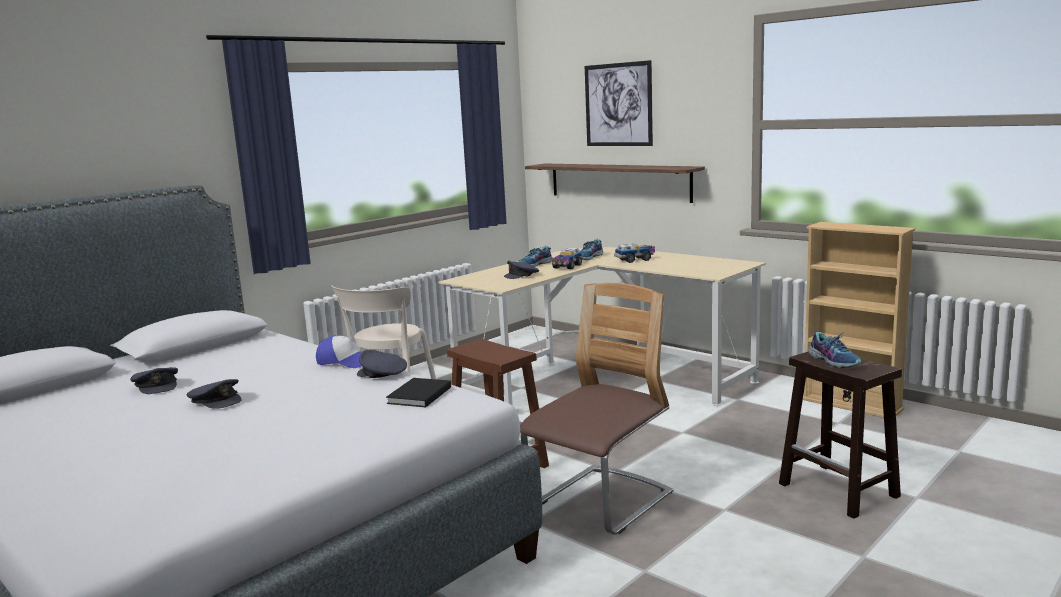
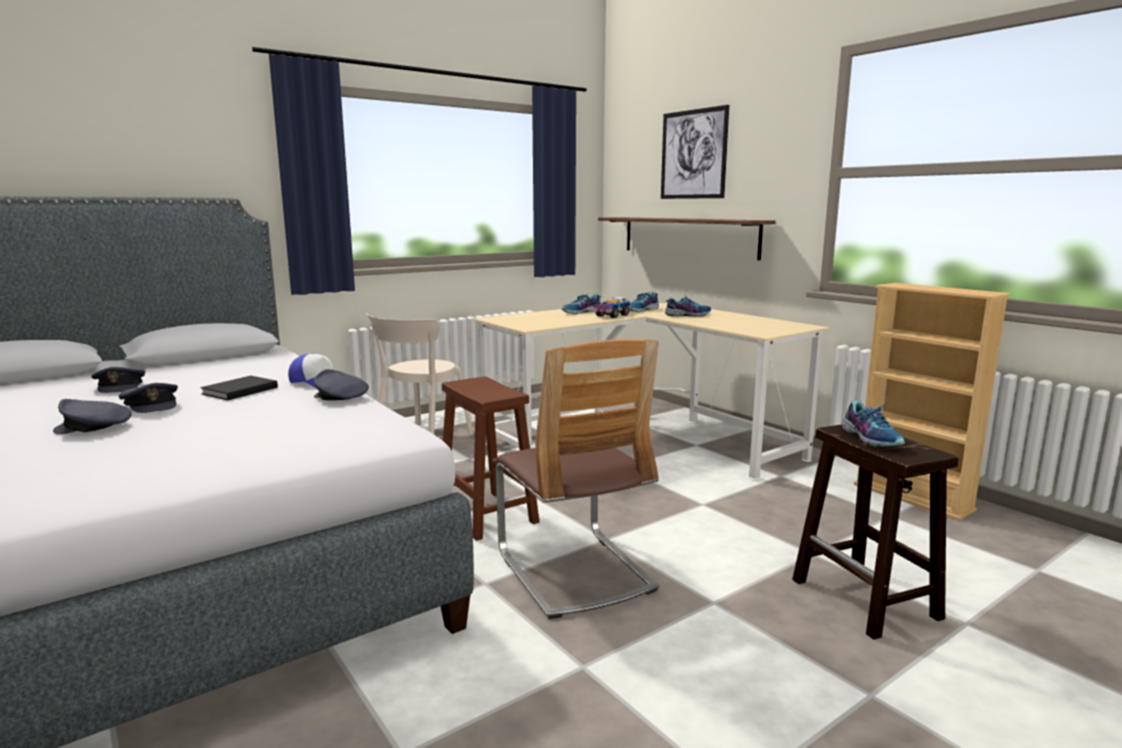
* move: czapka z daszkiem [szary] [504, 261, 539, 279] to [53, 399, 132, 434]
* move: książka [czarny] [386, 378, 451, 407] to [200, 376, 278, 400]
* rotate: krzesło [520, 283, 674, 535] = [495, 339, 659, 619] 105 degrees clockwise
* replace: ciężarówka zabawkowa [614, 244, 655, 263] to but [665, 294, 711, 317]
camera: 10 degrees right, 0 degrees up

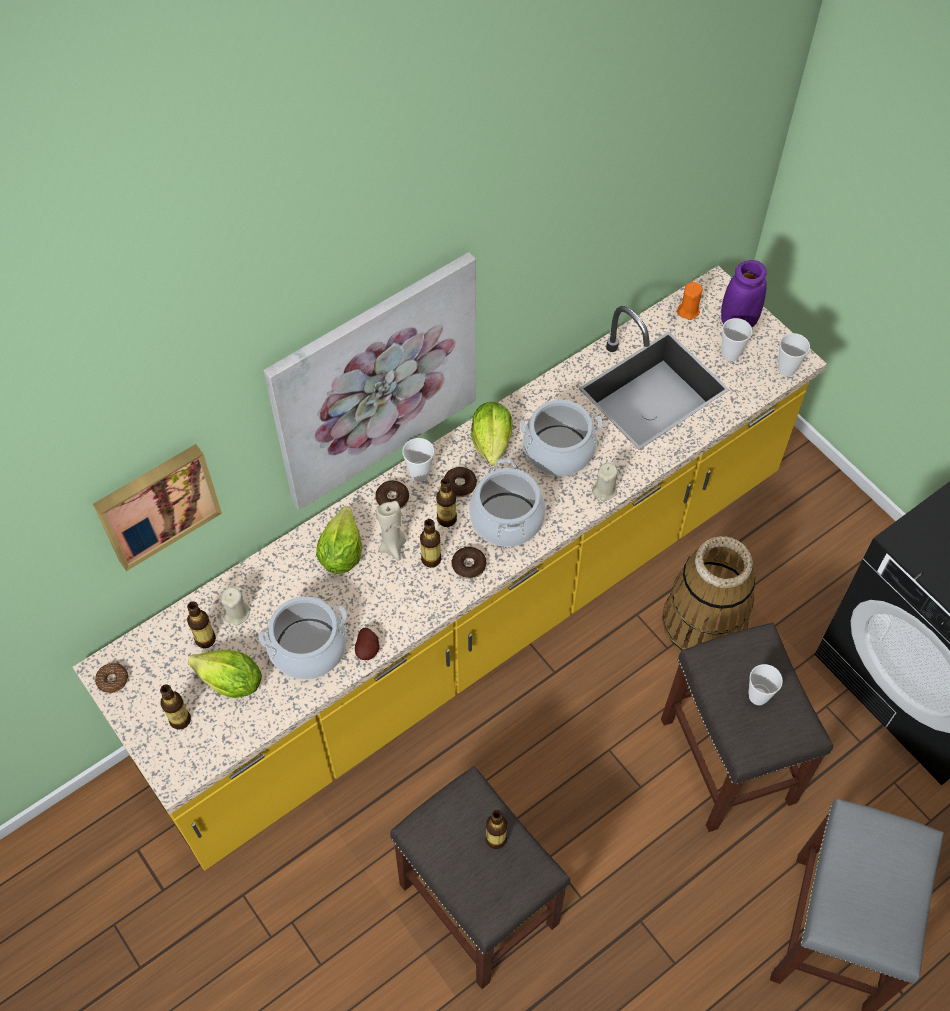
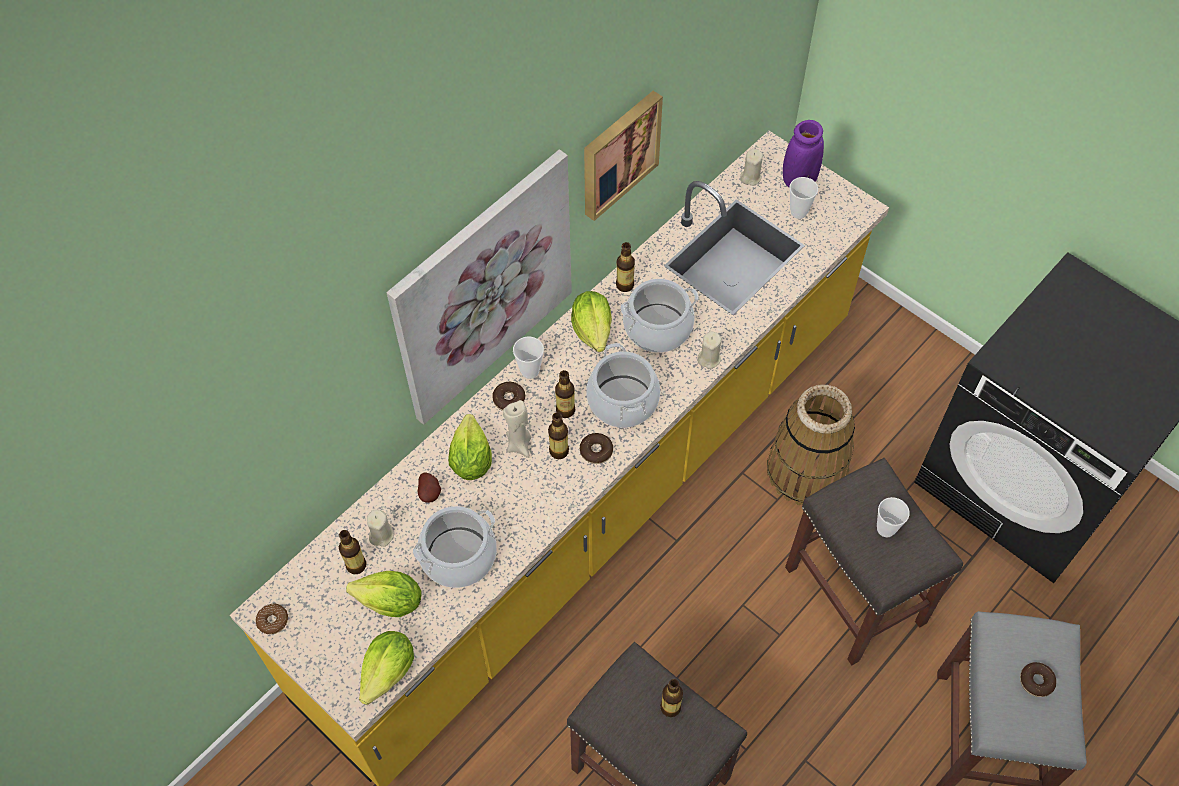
* insert: sałata [359, 631, 414, 705]
* move: ziemniak [355, 628, 380, 660] to [418, 472, 441, 503]
* move: obraz [93, 444, 222, 571] to [584, 91, 663, 221]
* move: butelka [160, 684, 191, 730] to [616, 242, 635, 292]
* recolor: świeca [pomarańczowy] [677, 282, 703, 320] to świeca [beżowy] [740, 149, 763, 186]
* move: donut [444, 467, 477, 497] to [1020, 662, 1056, 697]
* delete: filiżanka [778, 333, 810, 377]
camera: 10 degrees left, 0 degrees up

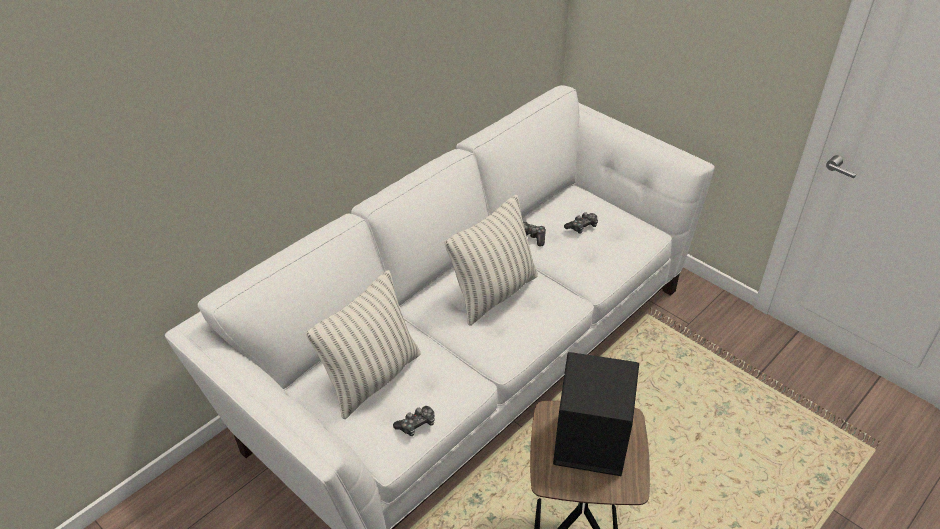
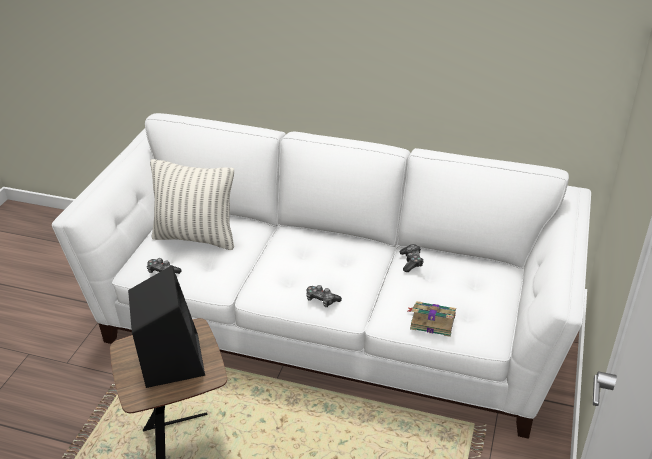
* move: pad do gier [564, 212, 598, 233] to [306, 285, 342, 307]
* insert: książka [408, 301, 456, 337]
* delete: poduszka [445, 195, 538, 326]
camera: 65 degrees right, 5 degrees down

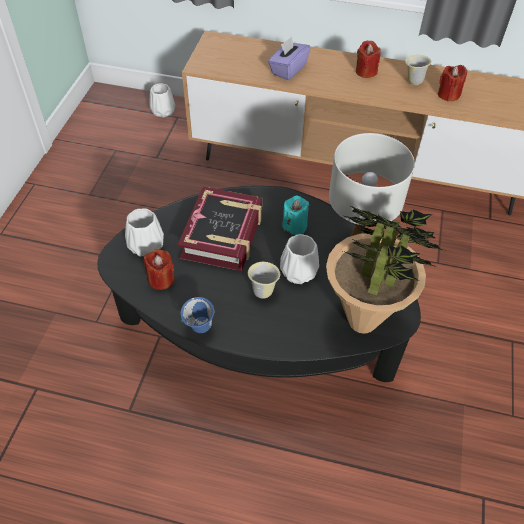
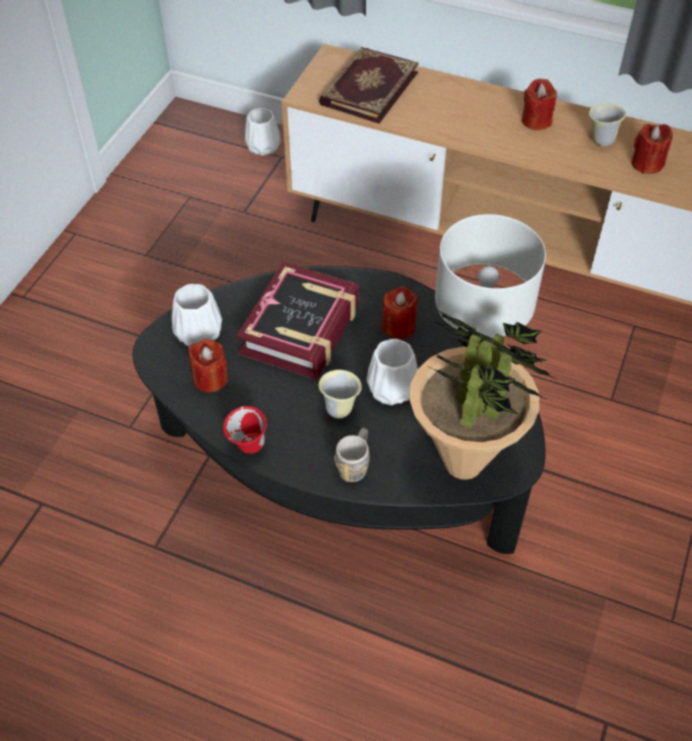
* recolor: kubek [niebieski] [180, 297, 214, 333] to kubek [czerwony] [223, 406, 267, 454]
* insert: książka [319, 47, 418, 124]
* insert: kubek [szary] [334, 428, 370, 482]
* recolor: świeca [turkusowy] [282, 196, 309, 235] to świeca [czerwony] [382, 286, 418, 339]
* delete: pudełko chusteczek [fioletowy] [268, 36, 310, 80]
camera: 10 degrees right, 0 degrees up

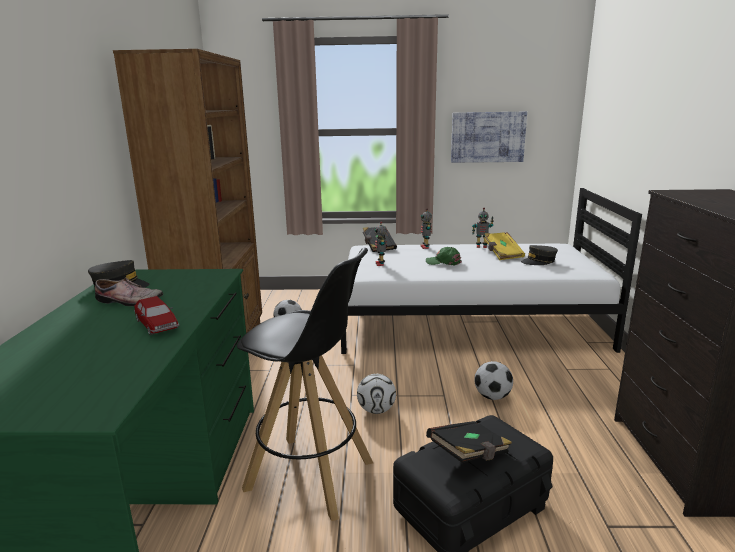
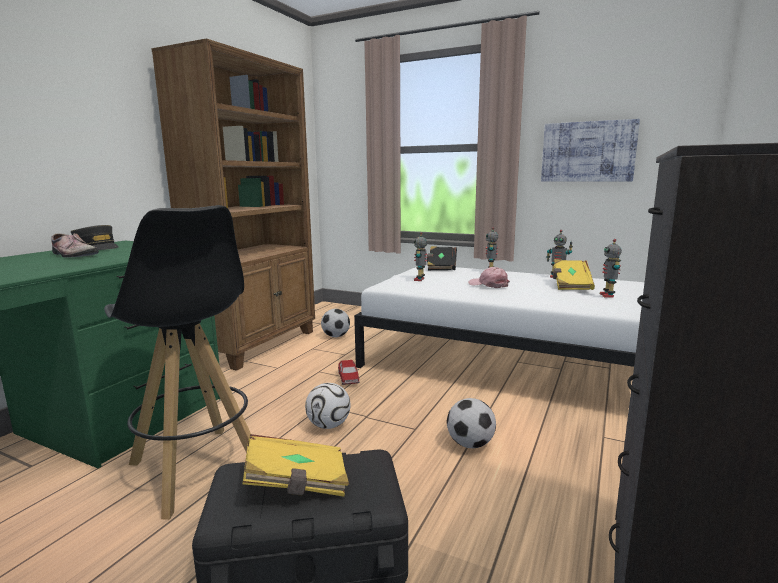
* recolor: książka [czarny] [426, 421, 512, 463] to książka [żółty] [243, 434, 349, 497]
* move: samochodzik [134, 296, 180, 335] to [338, 360, 360, 385]
* recolor: czapka z daszkiem [zielony] [426, 247, 462, 266] to czapka z daszkiem [różowy] [468, 267, 510, 288]
* replace: czapka z daszkiem [szary] [521, 245, 558, 265] to robot zabawkowy [600, 239, 622, 298]
camera: 25 degrees right, 5 degrees down

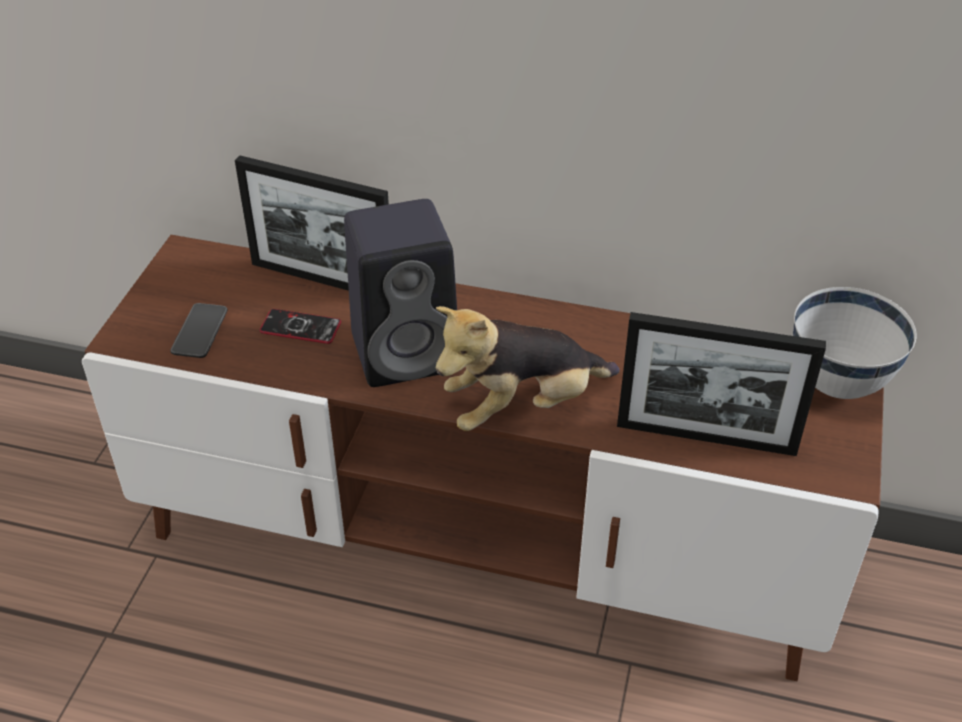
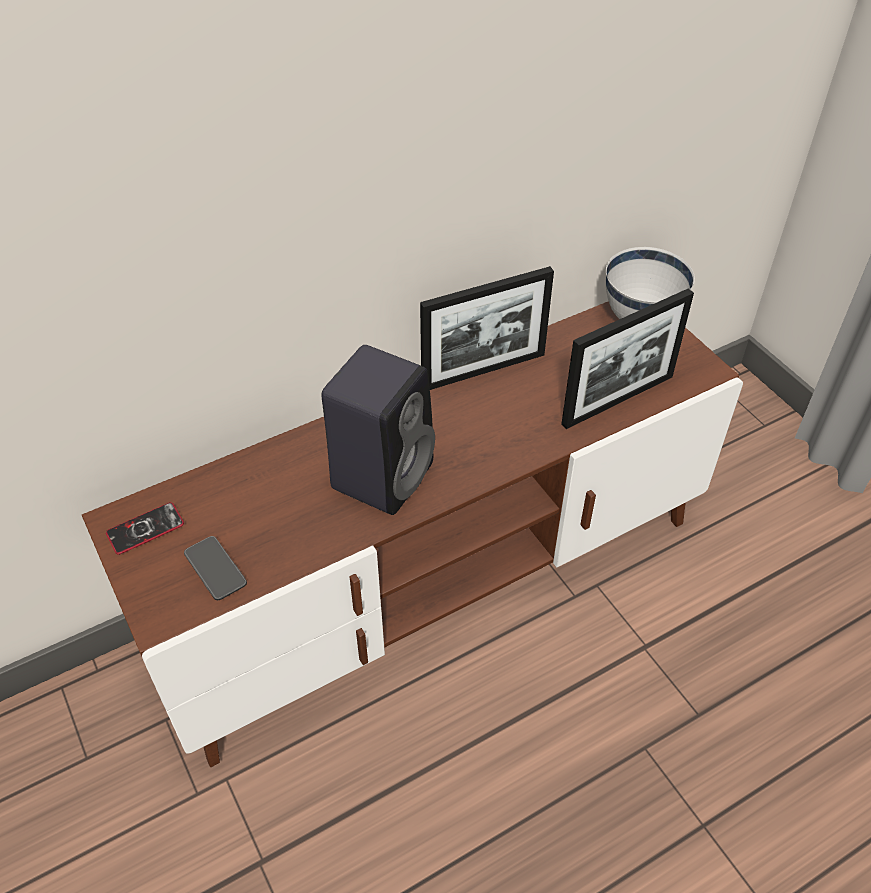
* move: telefon [259, 309, 341, 344] to [106, 502, 184, 555]
* move: ramka na zdjęcie [235, 155, 389, 291] to [420, 266, 554, 390]
* delete: pluszak [436, 306, 620, 431]
camera: 45 degrees left, 5 degrees up

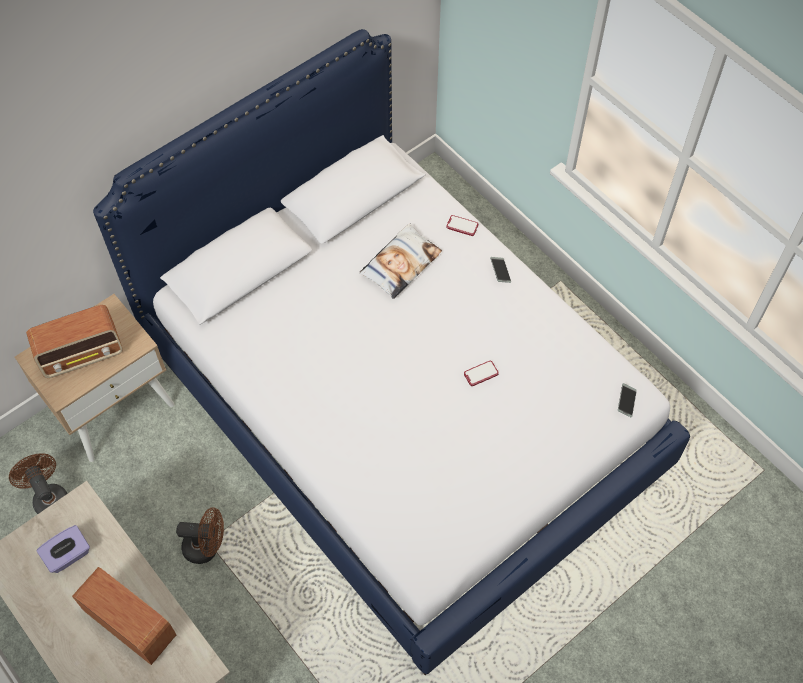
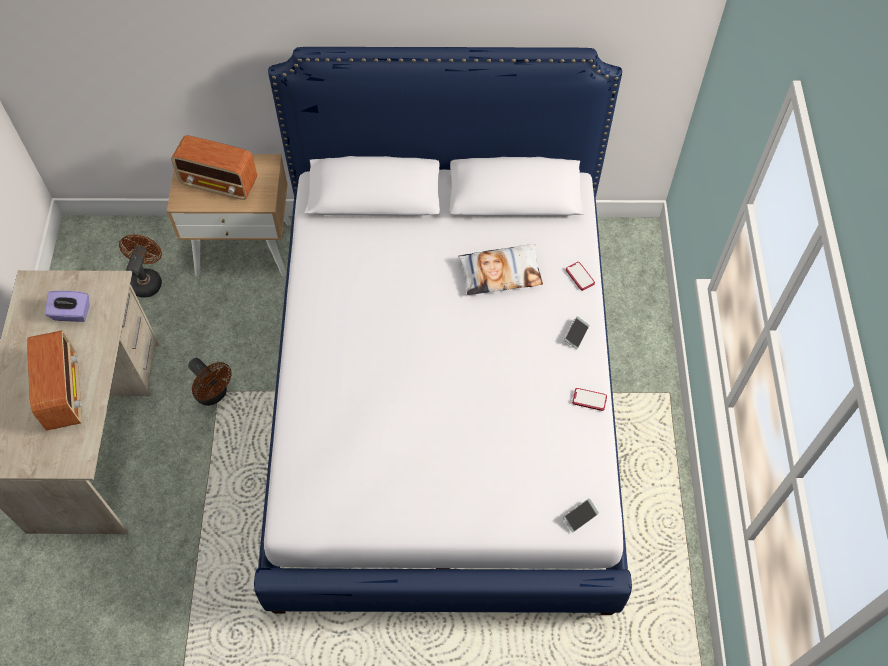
* move: telefon [464, 361, 499, 386] to [572, 388, 607, 411]
camera: 40 degrees right, 0 degrees up

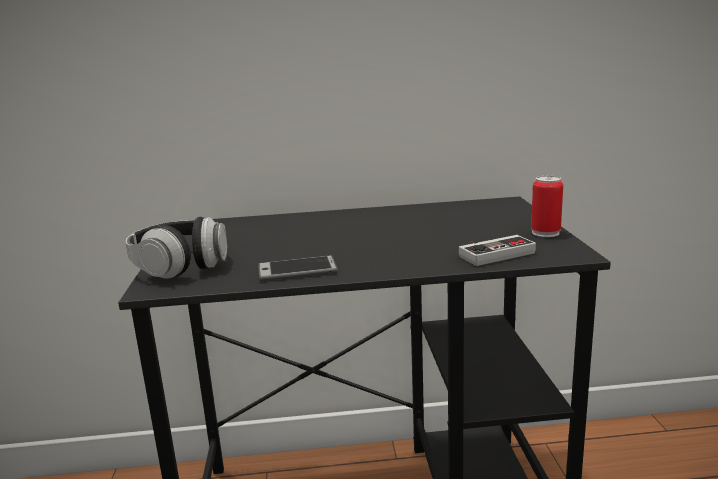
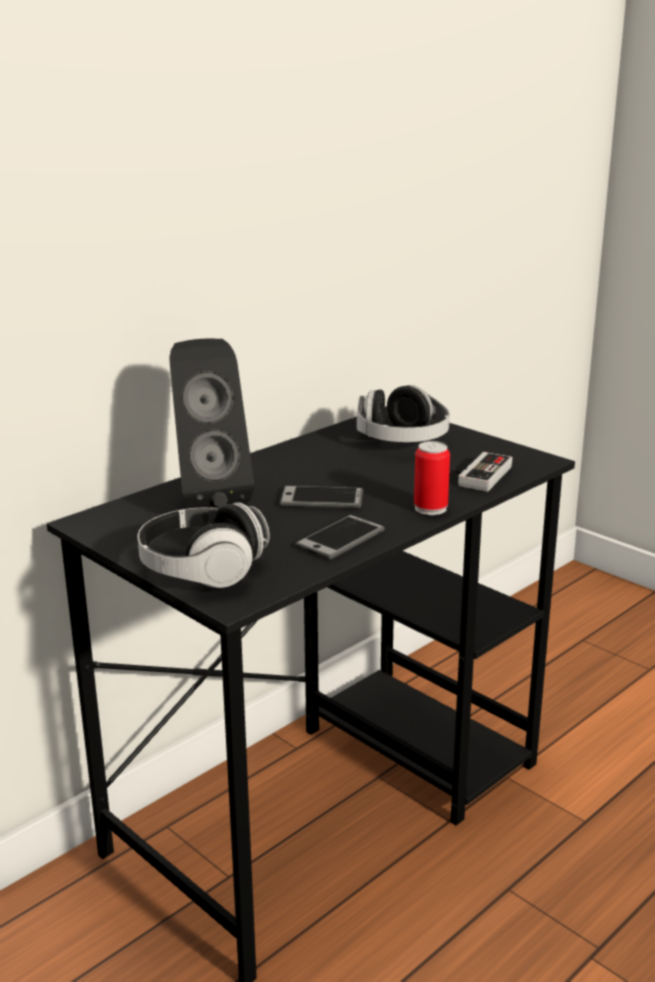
* insert: głośnik [czarny] [169, 338, 254, 508]
* insert: telefon [279, 486, 363, 508]
* insert: słuchawki [357, 385, 450, 442]
* move: puszka [531, 176, 563, 237] to [414, 441, 450, 515]
camera: 40 degrees left, 5 degrees up

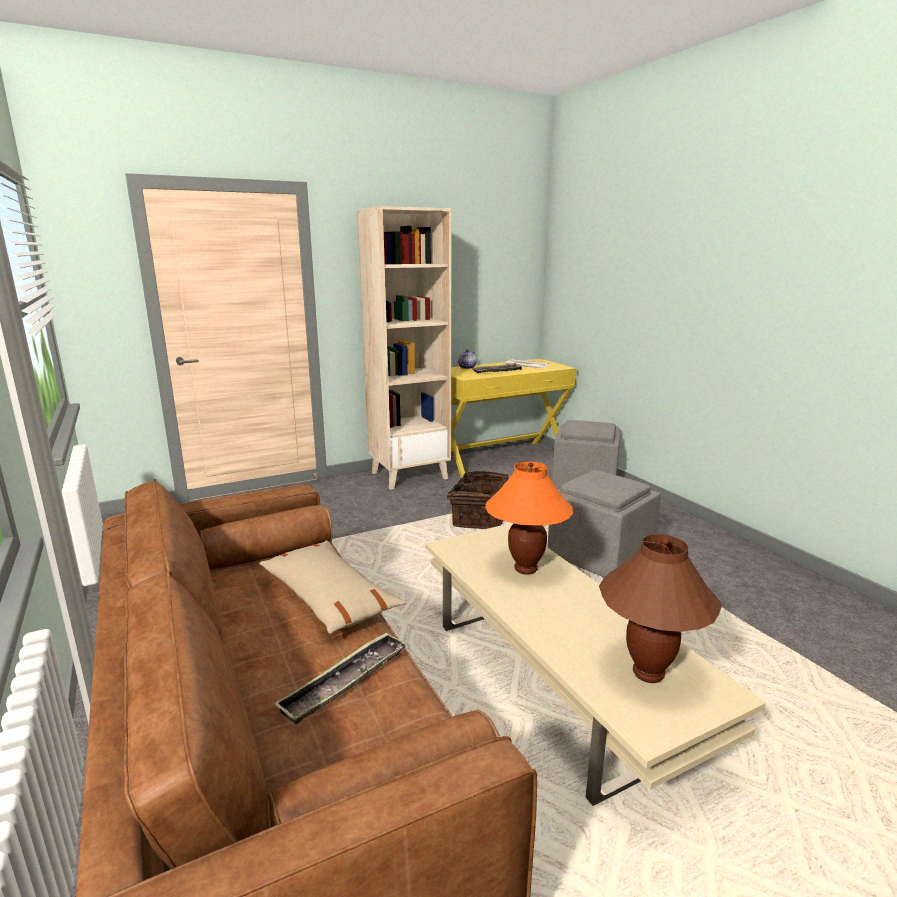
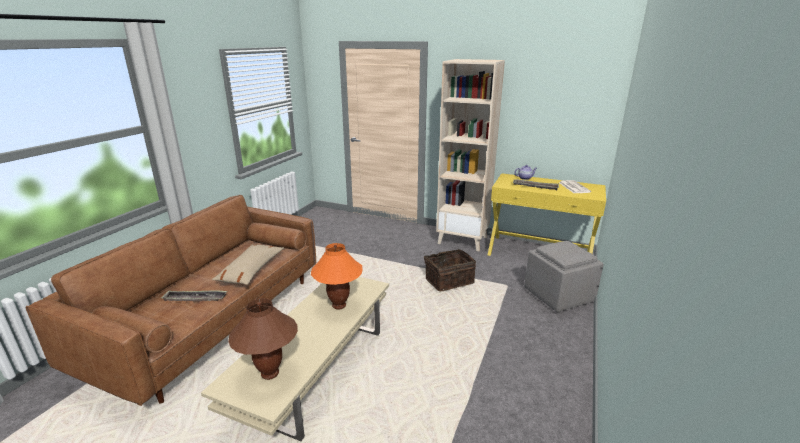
* delete: pufa [szary] [548, 470, 661, 577]
camera: 50 degrees right, 5 degrees up

